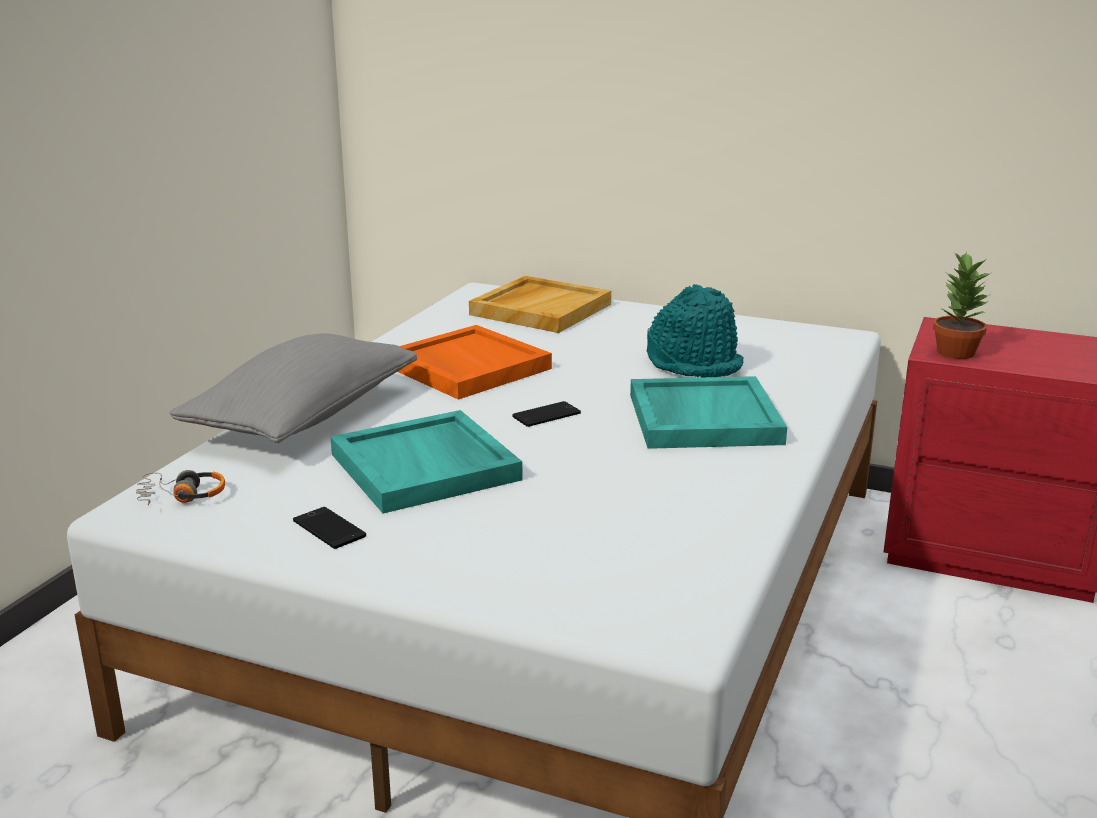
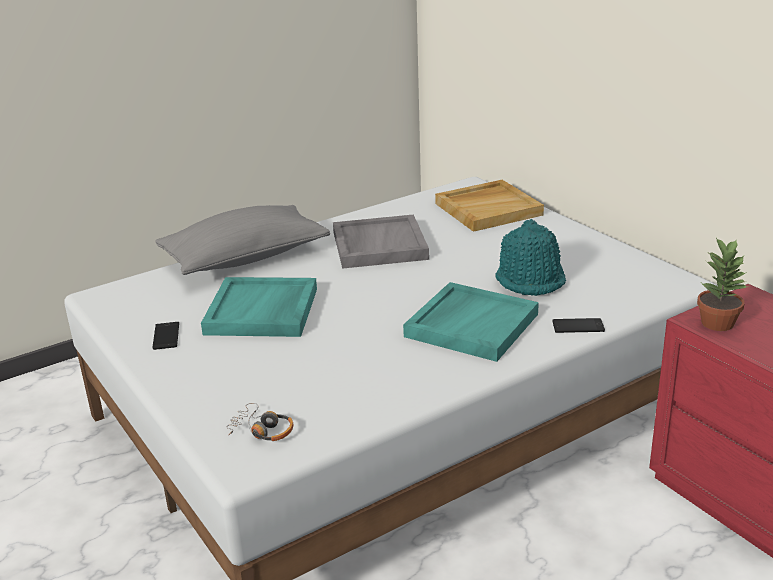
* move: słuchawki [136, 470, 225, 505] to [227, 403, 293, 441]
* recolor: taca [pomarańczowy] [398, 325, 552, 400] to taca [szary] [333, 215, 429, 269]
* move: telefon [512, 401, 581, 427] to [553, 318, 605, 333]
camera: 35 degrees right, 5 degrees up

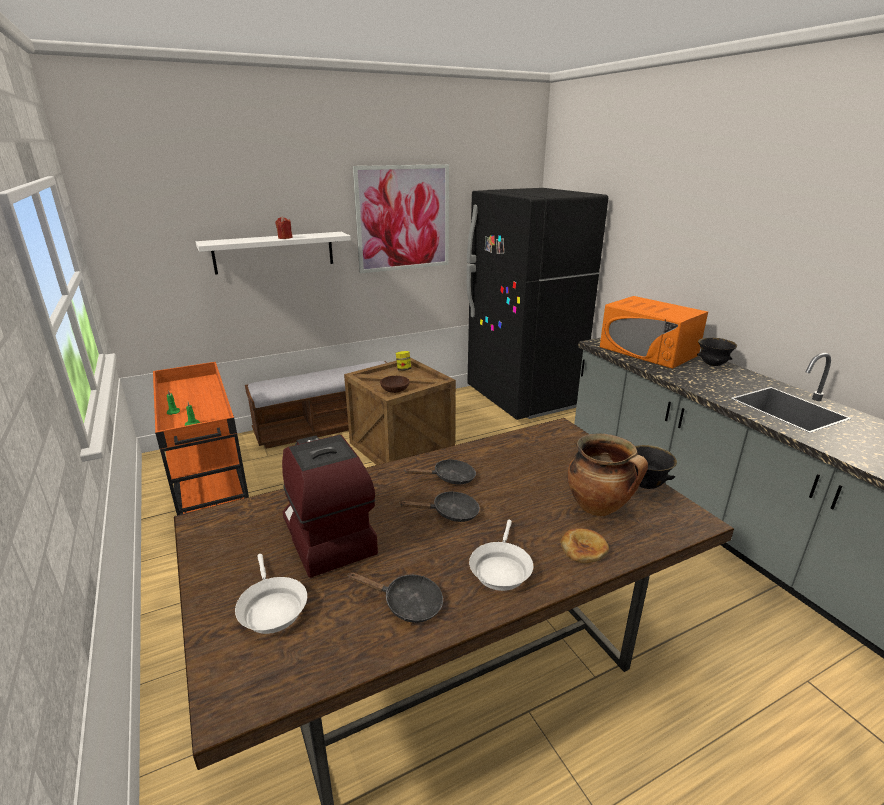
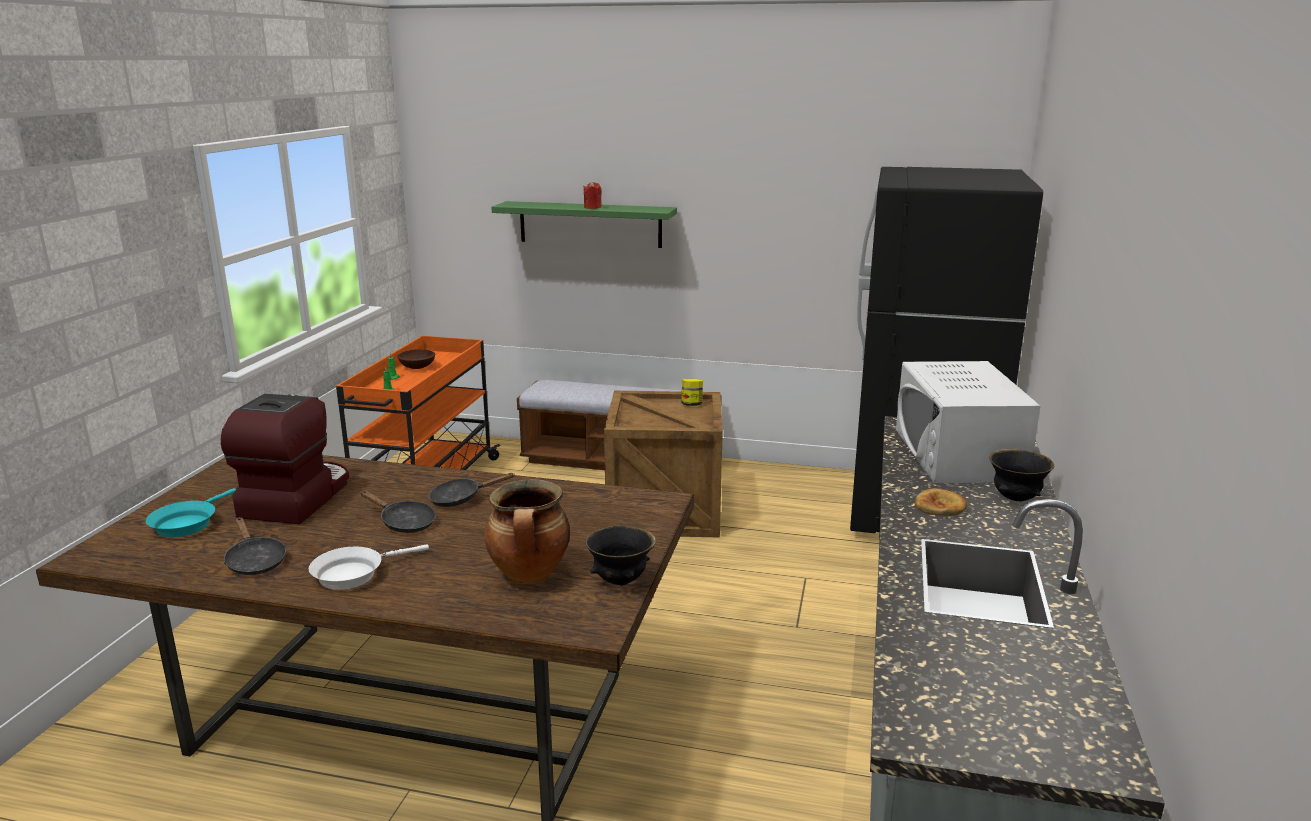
* recolor: patelnia [biały] [235, 554, 307, 634] to patelnia [turkusowy] [146, 488, 236, 537]
* move: miska [brązowy] [380, 376, 410, 393] to [397, 349, 435, 369]
* rotate: patelnia [czarny] [405, 459, 476, 485] = [429, 473, 515, 507] 135 degrees clockwise
* recolor: półka [biały] [196, 232, 351, 275] to półka [zielony] [491, 201, 677, 248]
* recolor: mikrofalówka [pomarańczowy] [600, 296, 708, 369] to mikrofalówka [biały] [896, 361, 1040, 483]
* move: chleb [560, 528, 609, 563] to [914, 488, 967, 516]
* delete: obraz [353, 164, 449, 273]
camera: 40 degrees right, 5 degrees down

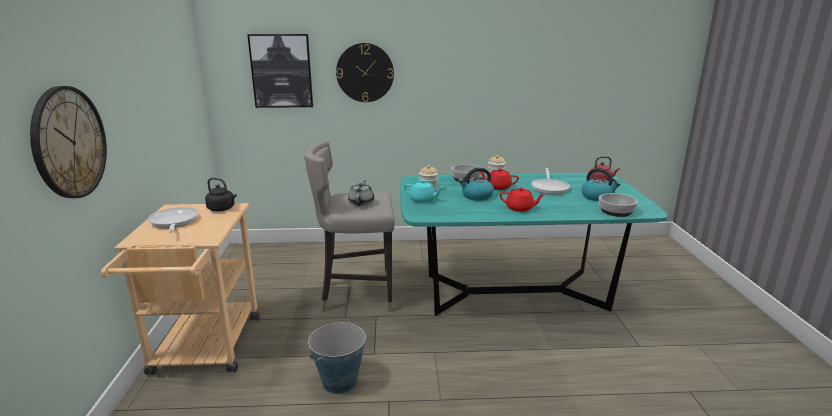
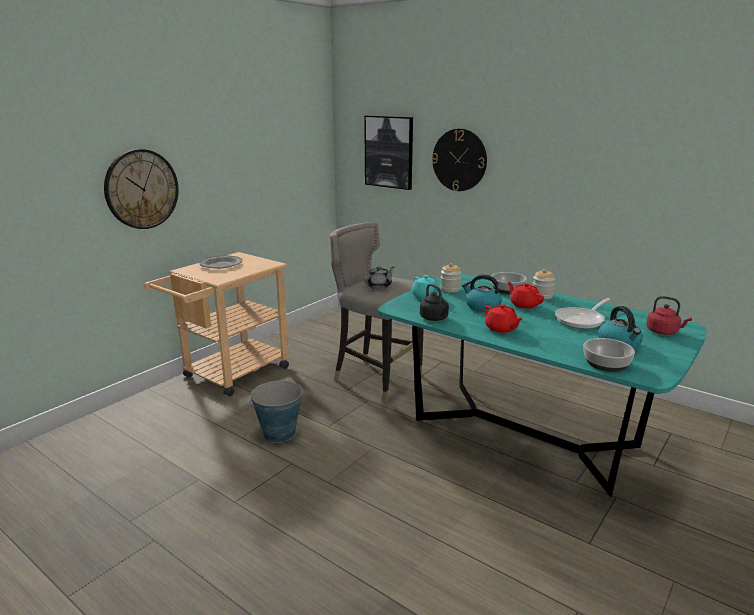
* replace: patelnia [148, 207, 199, 233] to talerz [szary] [199, 256, 242, 269]
* move: czajnik [czarny] [205, 177, 237, 211] to [420, 284, 449, 321]
camera: 40 degrees right, 0 degrees up

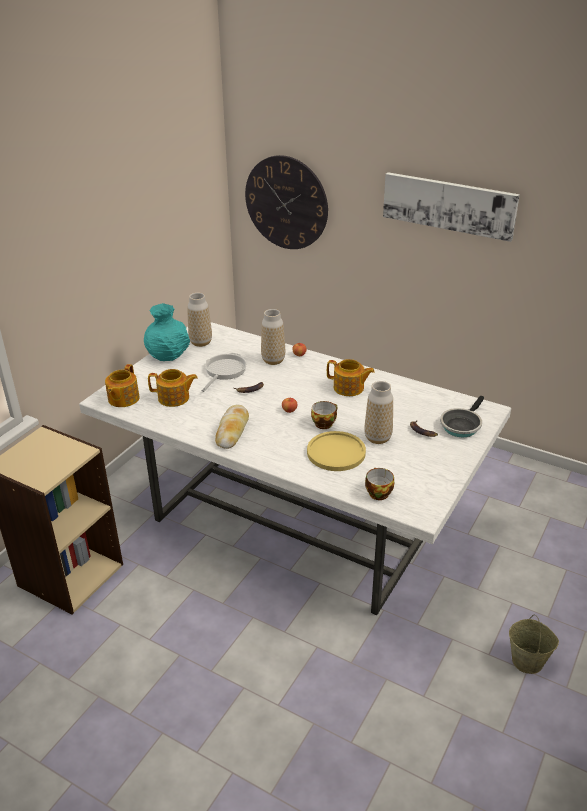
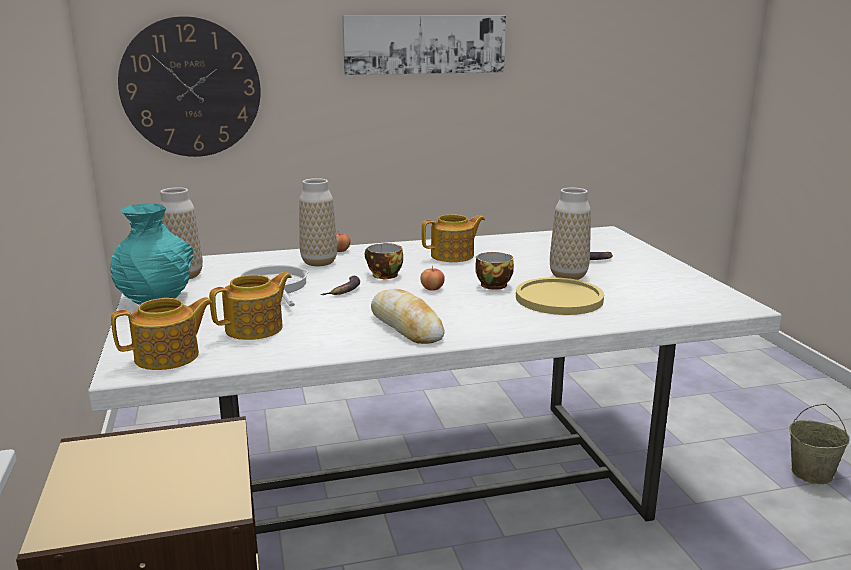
* rotate: imbryk [105, 364, 140, 407] = [111, 297, 214, 370] 90 degrees counterclockwise
* move: filiżanka [365, 468, 394, 500] to [365, 243, 403, 279]
* delete: patelnia [440, 396, 484, 437]
camera: 45 degrees left, 15 degrees down

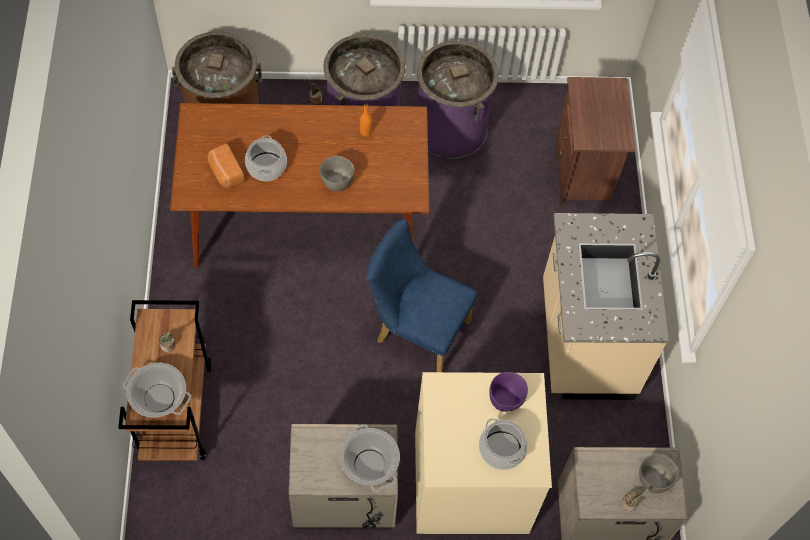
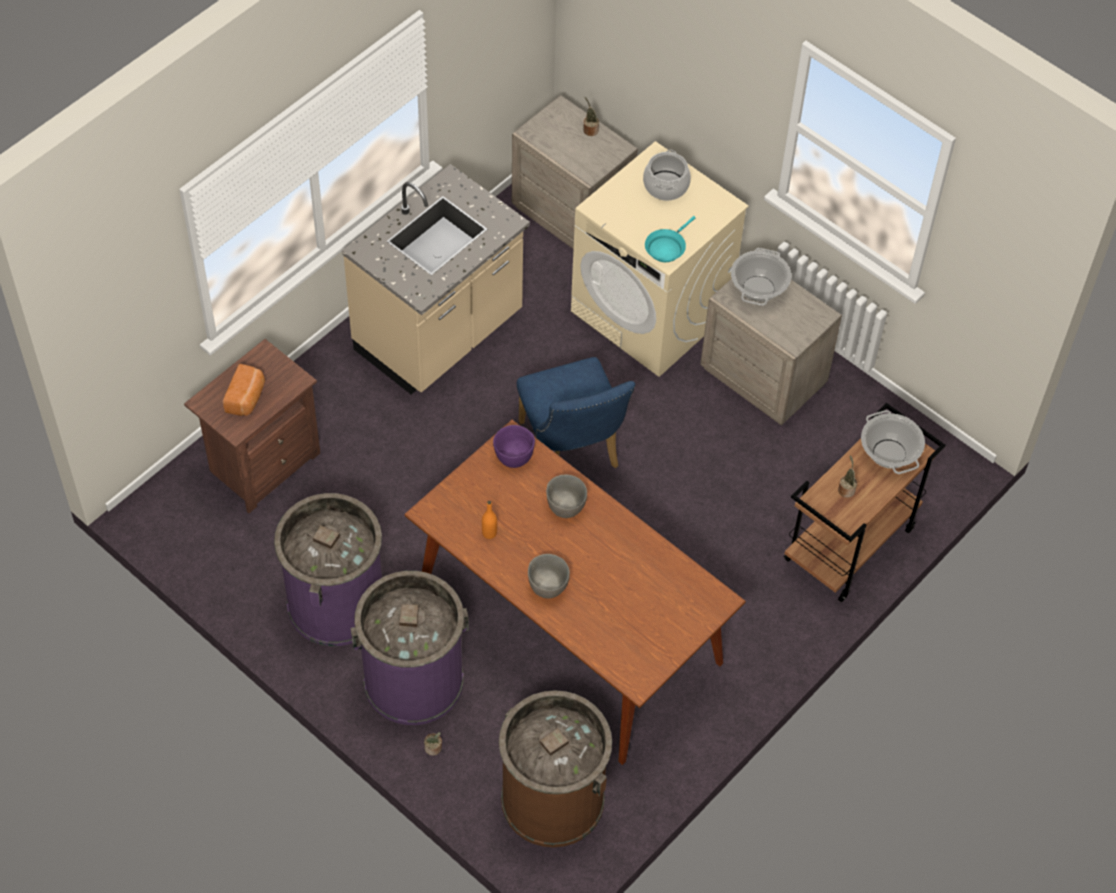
* move: chleb [207, 143, 245, 188] to [223, 364, 265, 416]
* move: miska [fioletowy] [489, 372, 528, 412] to [493, 425, 535, 468]
* move: miska [szary] [639, 454, 679, 493] to [528, 554, 570, 599]
* insert: patelnia [turkusowy] [645, 216, 696, 262]
* delete: garnek [245, 135, 287, 181]
camera: 135 degrees left, 5 degrees down

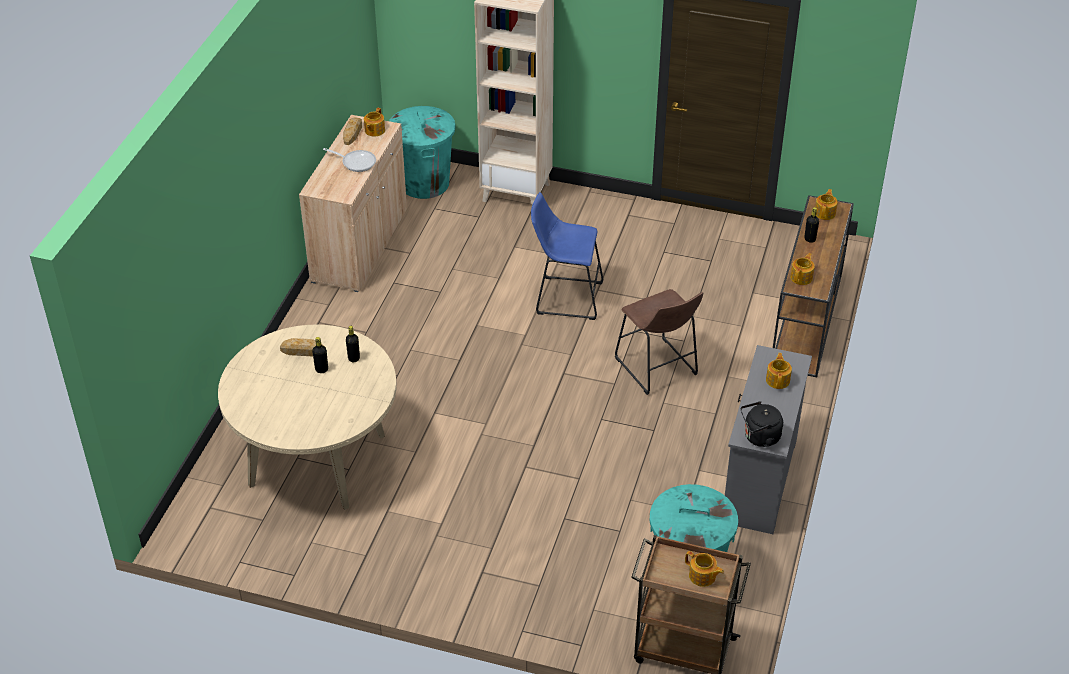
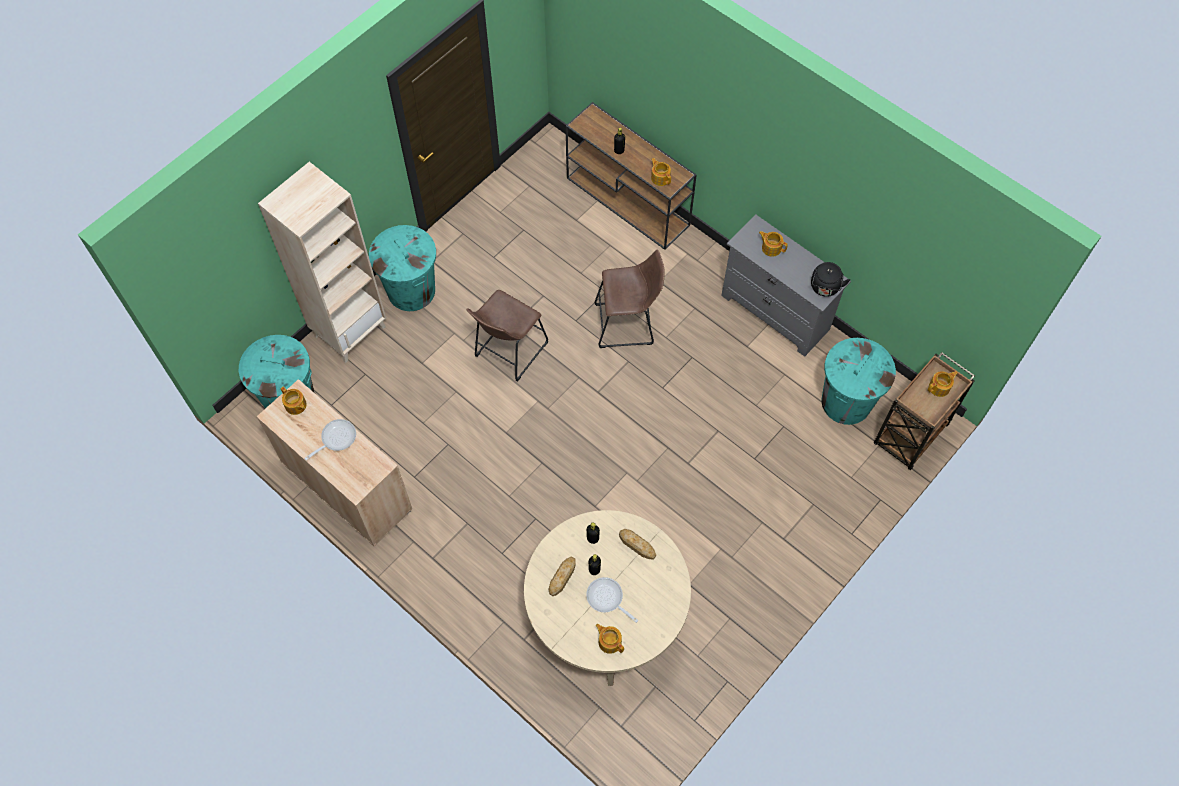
* insert: kosz na śmieci [turkusowy] [369, 225, 436, 311]
* recolor: stołek [niebieski] [531, 192, 603, 320] to stołek [brązowy] [466, 290, 548, 381]
* insert: patelnia [586, 577, 638, 623]
* move: imbryk [815, 189, 838, 220] to [596, 624, 624, 654]
* move: chleb [343, 117, 362, 145] to [619, 529, 656, 560]
camera: 65 degrees left, 20 degrees up

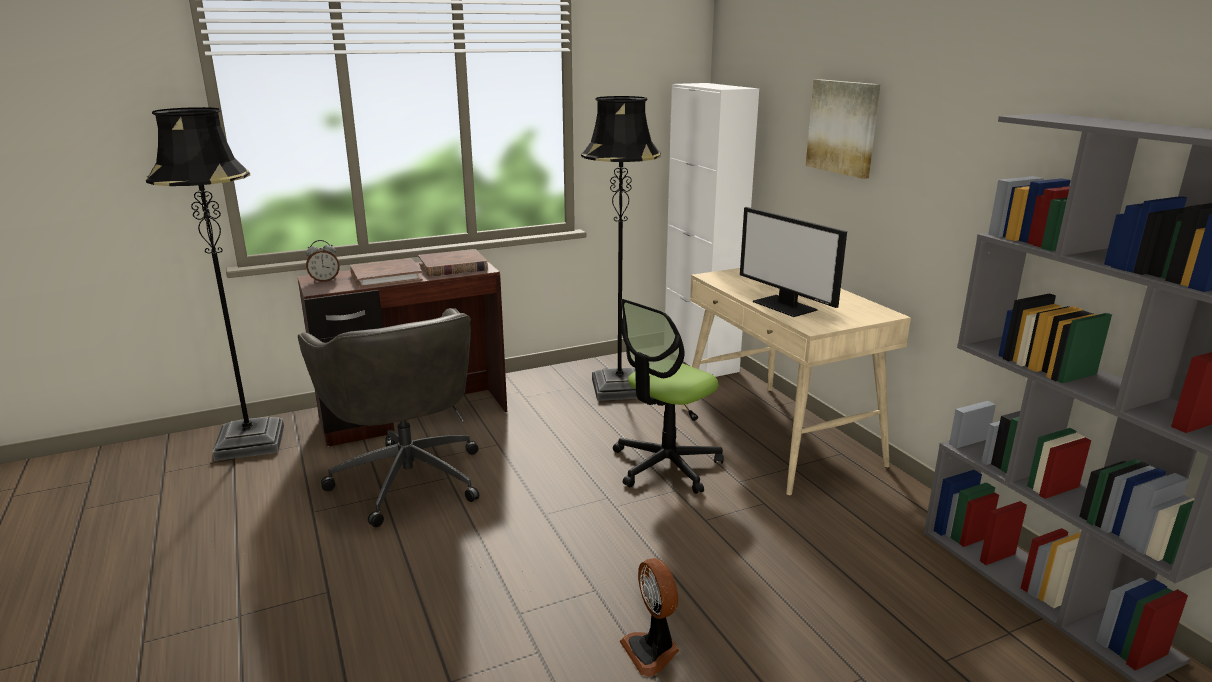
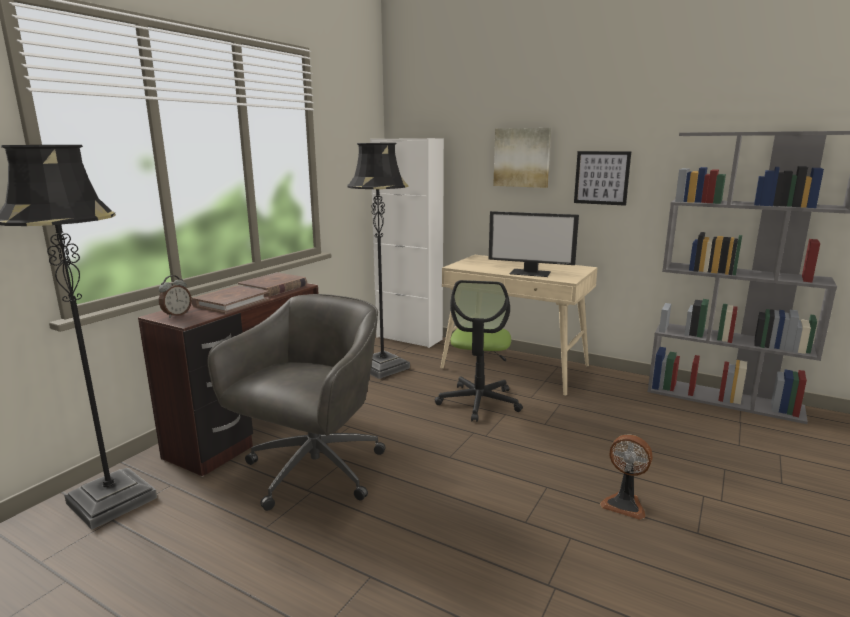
* rotate: krzesło biurowe [szary] [298, 308, 479, 527] = [208, 294, 386, 511] 90 degrees counterclockwise
* insert: obraz [574, 151, 631, 206]
camera: 35 degrees left, 5 degrees down

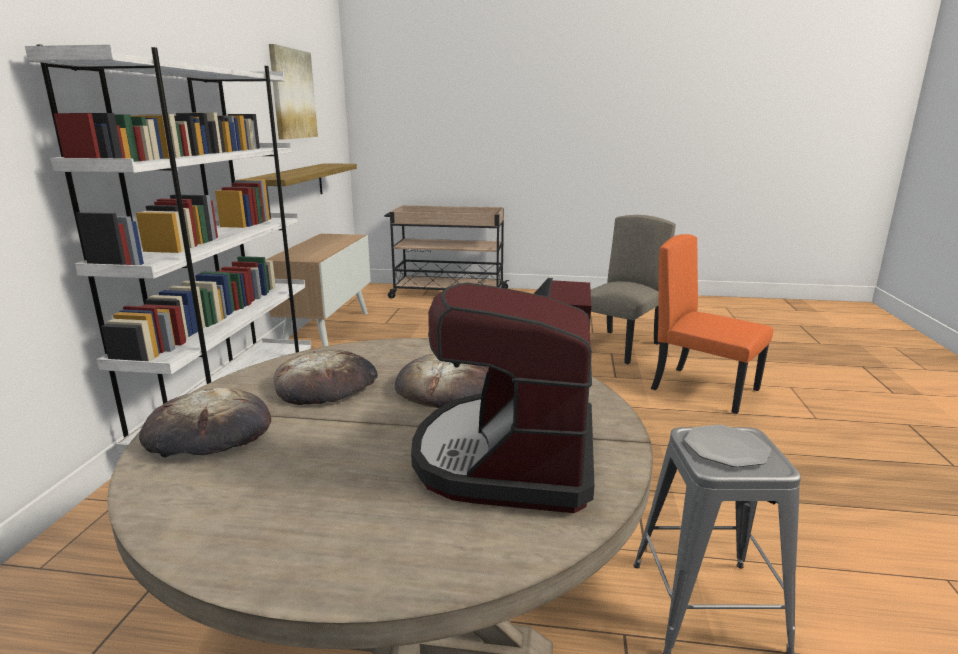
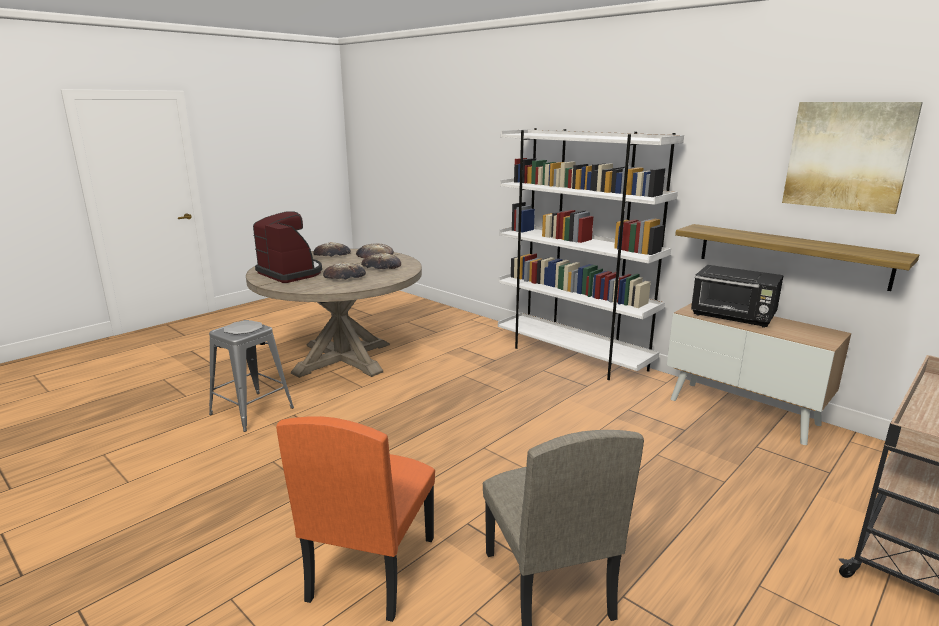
* rotate: krzesło [pomarańczowy] [651, 234, 773, 414] = [276, 416, 435, 622] 120 degrees clockwise
* insert: chleb [313, 242, 351, 257]
* insert: mikrofalówka [czarny] [691, 265, 784, 328]
camera: 125 degrees right, 0 degrees up

